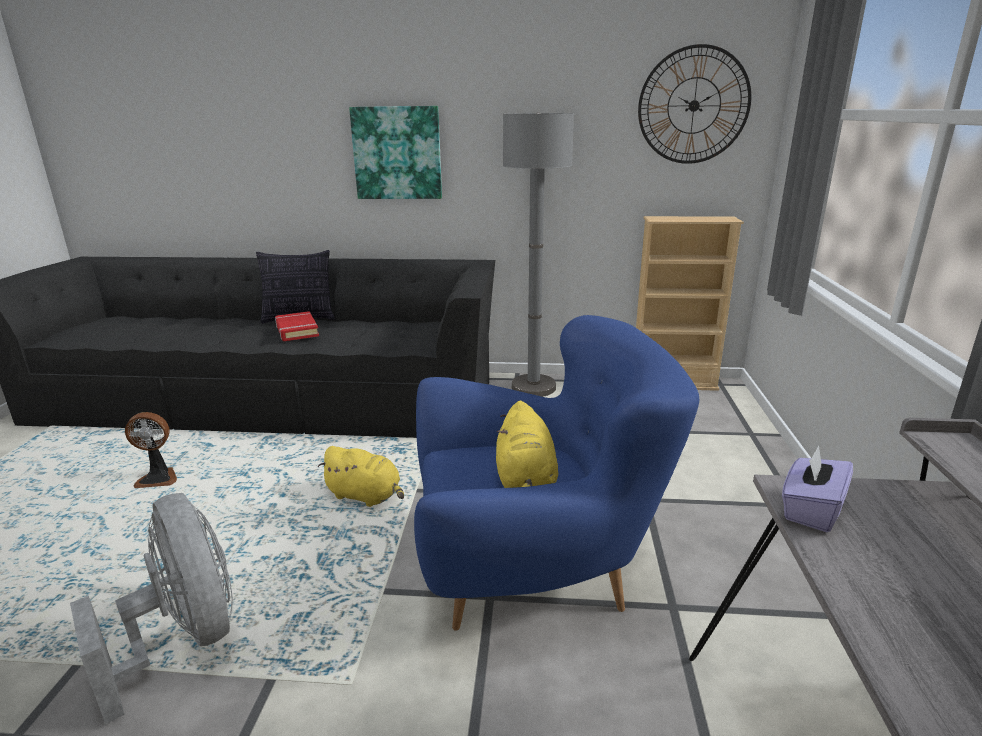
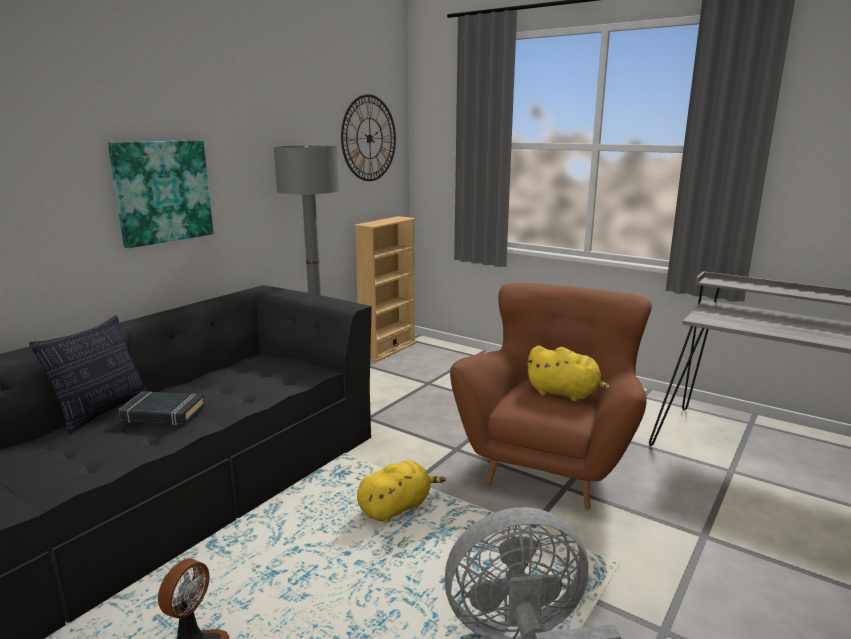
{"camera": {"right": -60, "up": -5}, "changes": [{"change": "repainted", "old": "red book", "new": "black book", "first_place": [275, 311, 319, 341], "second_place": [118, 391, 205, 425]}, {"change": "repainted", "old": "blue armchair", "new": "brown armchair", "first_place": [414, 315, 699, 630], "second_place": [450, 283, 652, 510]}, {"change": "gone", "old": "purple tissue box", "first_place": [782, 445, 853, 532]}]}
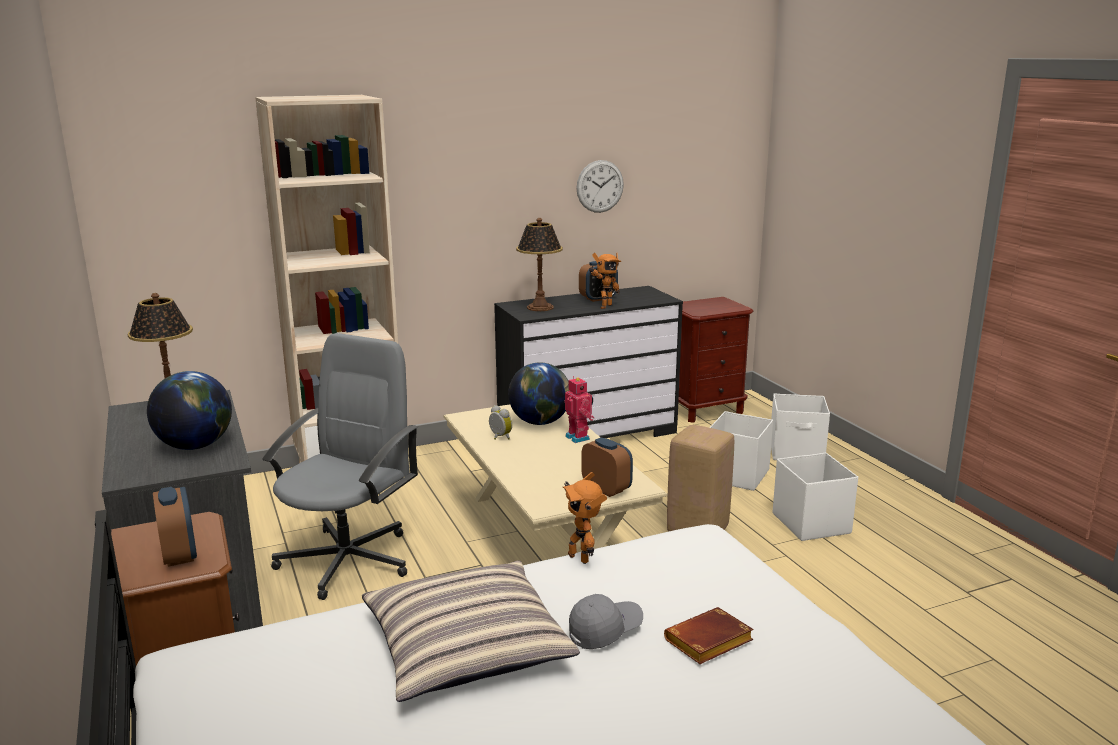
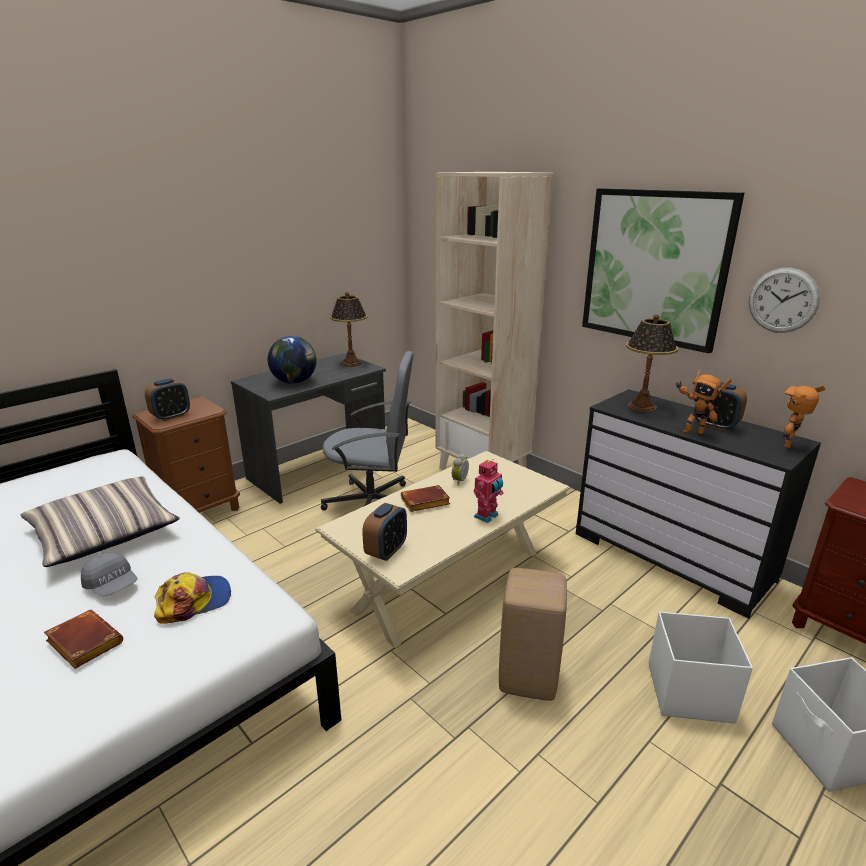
{"camera": {"right": 70, "up": 5}, "changes": [{"change": "gone", "old": "globe", "first_place": [508, 362, 569, 425]}, {"change": "shifted", "old": "toy robot", "first_place": [563, 472, 607, 564], "second_place": [782, 386, 825, 448]}, {"change": "gone", "old": "white storage box", "first_place": [773, 453, 858, 541]}, {"change": "new", "new": "cap", "second_place": [154, 572, 231, 624]}, {"change": "new", "new": "brown book", "second_place": [401, 485, 450, 512]}, {"change": "new", "new": "picture", "second_place": [582, 188, 744, 354]}]}
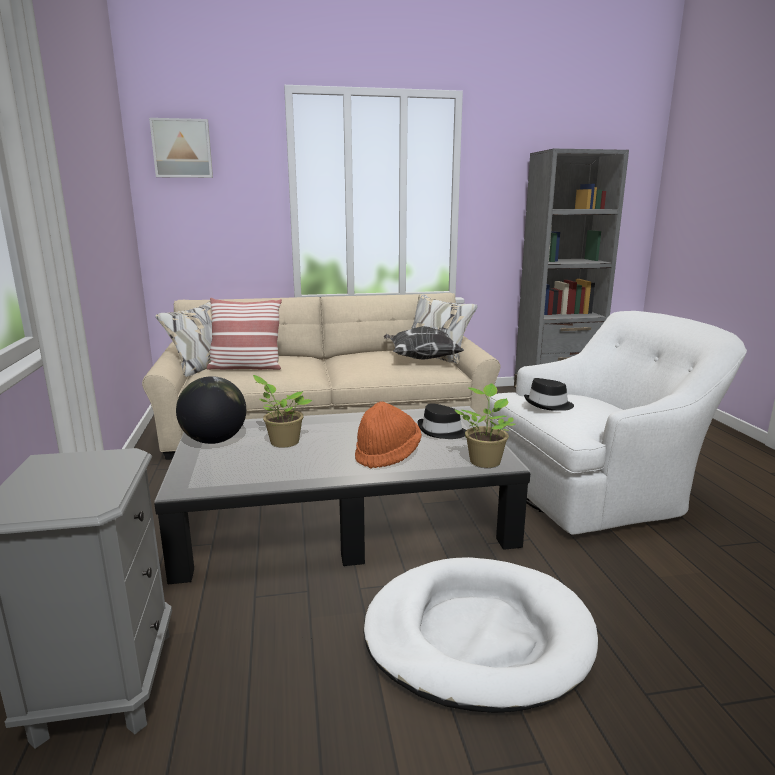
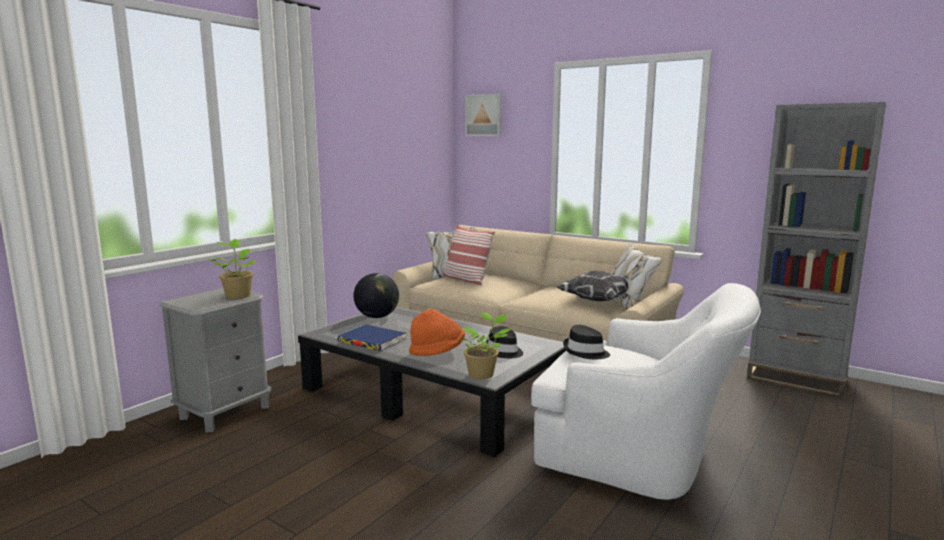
{"camera": {"right": 45, "up": -5}, "changes": [{"change": "shifted", "old": "potted plant", "first_place": [253, 375, 313, 448], "second_place": [209, 239, 256, 299]}, {"change": "gone", "old": "white dog bed", "first_place": [364, 557, 598, 713]}, {"change": "new", "new": "blue book", "second_place": [337, 324, 406, 351]}]}
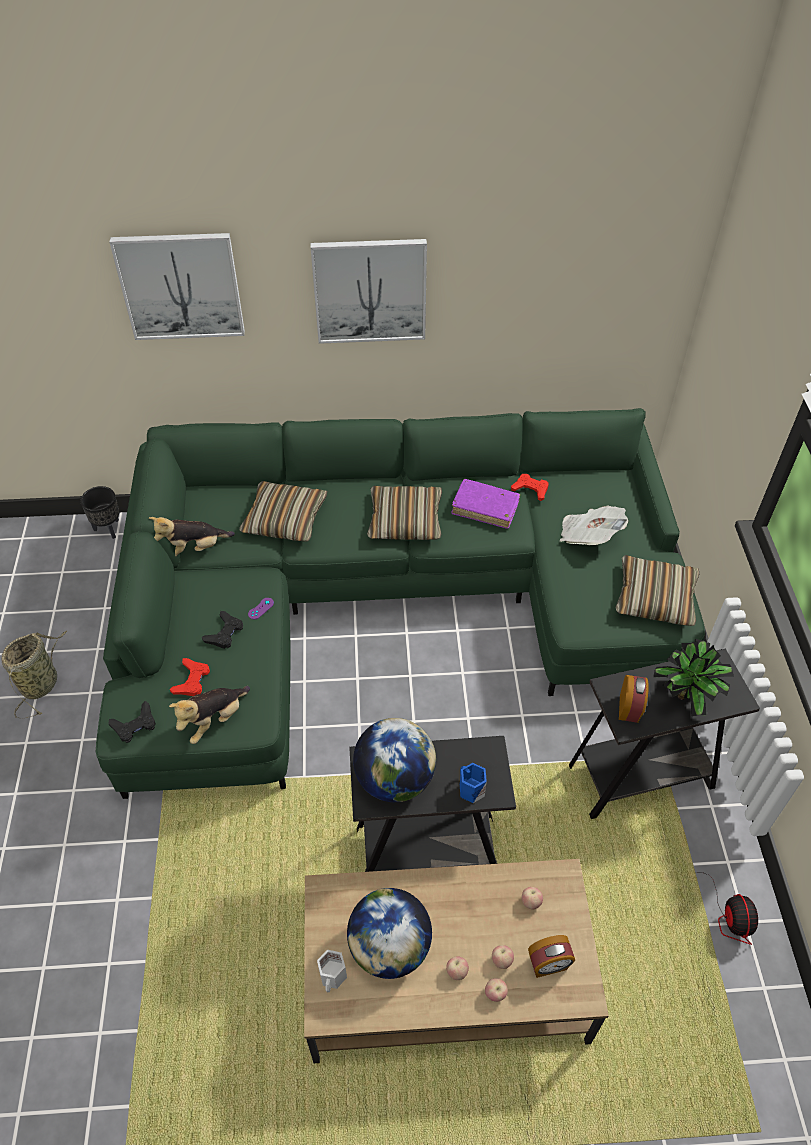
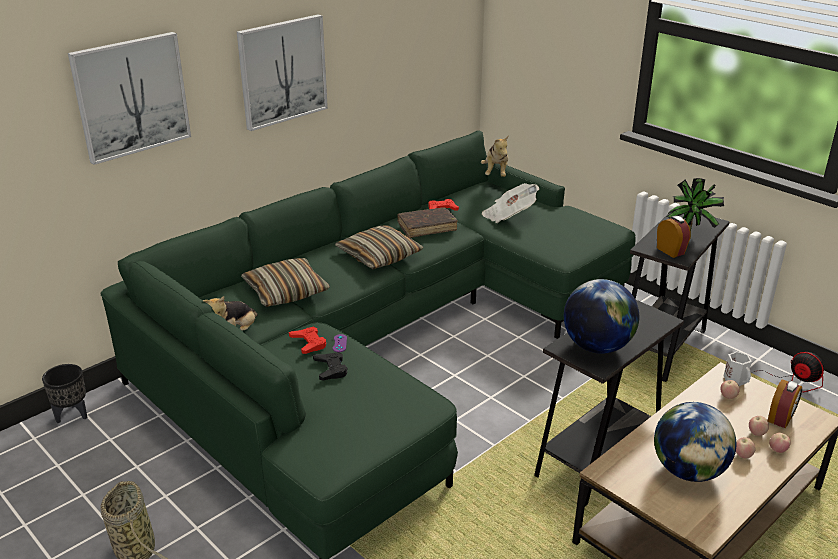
{"camera": {"right": -40, "up": -20}, "changes": [{"change": "gone", "old": "black game controller", "first_place": [109, 701, 156, 743]}, {"change": "shifted", "old": "plush toy", "first_place": [169, 686, 250, 744], "second_place": [481, 135, 509, 177]}, {"change": "shifted", "old": "red game controller", "first_place": [170, 658, 210, 696], "second_place": [289, 327, 326, 354]}, {"change": "shifted", "old": "white mug", "first_place": [317, 949, 347, 993], "second_place": [724, 351, 752, 386]}, {"change": "repainted", "old": "purple book", "new": "brown book", "first_place": [451, 479, 520, 529], "second_place": [397, 207, 458, 238]}, {"change": "gone", "old": "blue mug", "first_place": [460, 763, 487, 803]}, {"change": "gone", "old": "pillow", "first_place": [615, 555, 699, 626]}]}
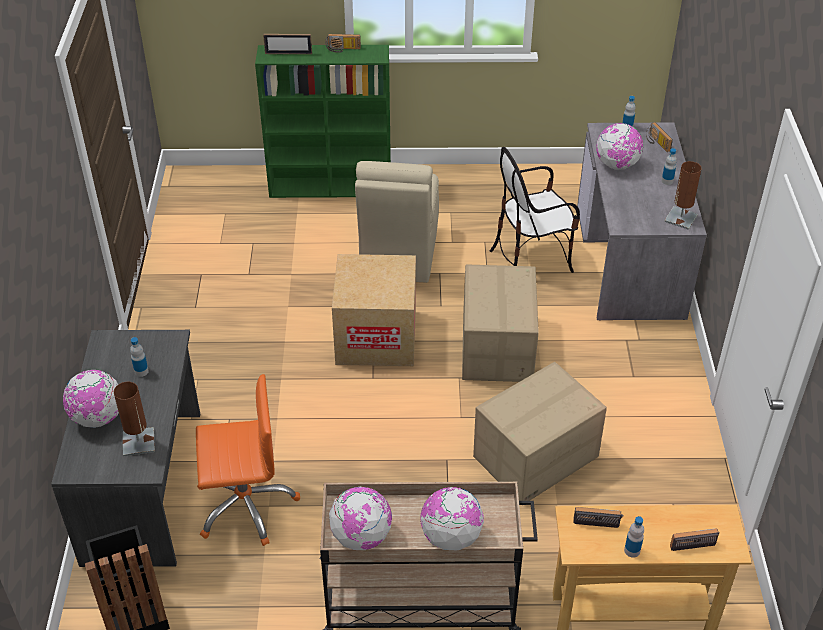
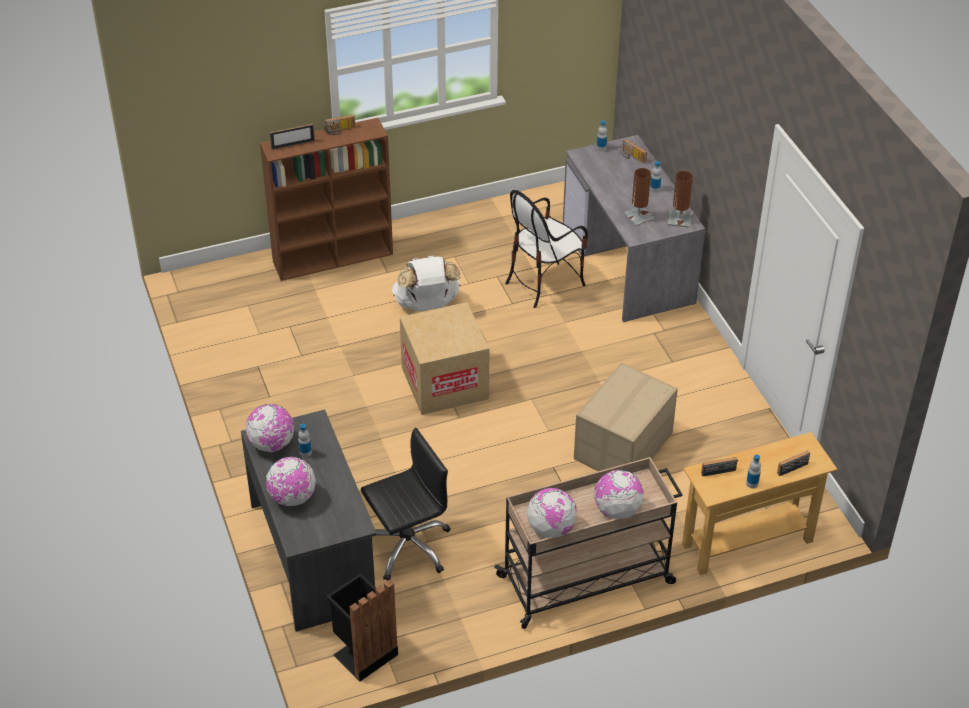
{"camera": {"right": -20, "up": 0}, "changes": [{"change": "shifted", "old": "brown table lamp", "first_place": [114, 382, 155, 456], "second_place": [624, 168, 654, 226]}, {"change": "repainted", "old": "orange office chair", "new": "black office chair", "first_place": [196, 374, 300, 546], "second_place": [361, 428, 451, 581]}, {"change": "repainted", "old": "green bookcase", "new": "brown bookcase", "first_place": [255, 45, 391, 198], "second_place": [260, 118, 393, 281]}, {"change": "swapped", "old": "beige chair", "new": "white backpack", "first_place": [355, 161, 439, 283], "second_place": [392, 255, 461, 312]}, {"change": "gone", "old": "cardboard box", "first_place": [462, 264, 539, 382]}, {"change": "shifted", "old": "globe", "first_place": [596, 123, 643, 170], "second_place": [246, 404, 294, 452]}]}
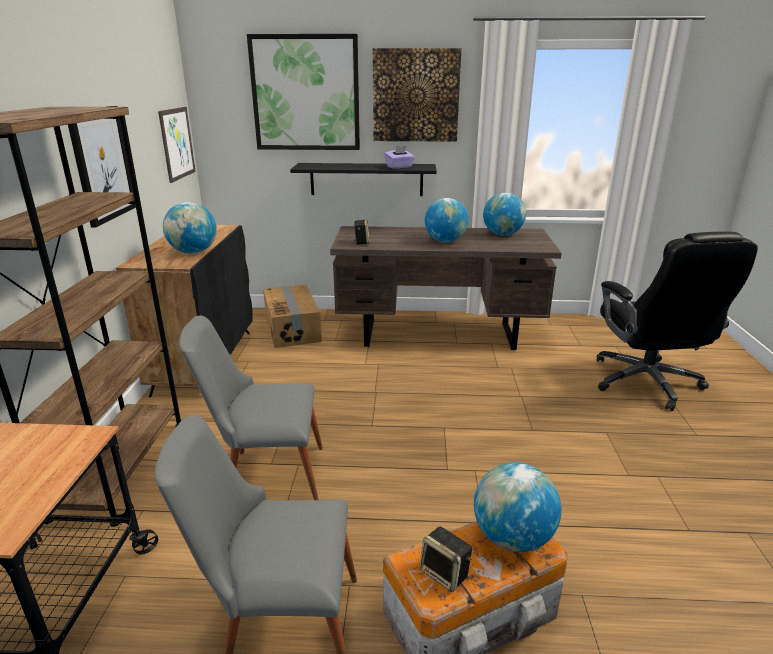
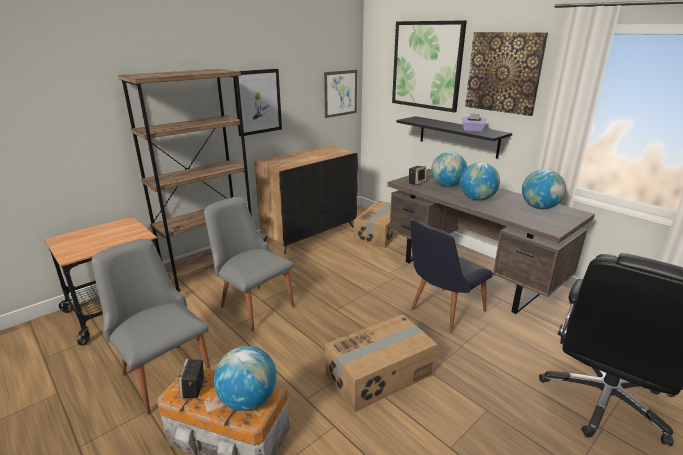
{"camera": {"right": 45, "up": 0}, "changes": [{"change": "shifted", "old": "globe", "first_place": [163, 202, 217, 254], "second_place": [431, 152, 467, 187]}, {"change": "new", "new": "cardboard box", "second_place": [325, 315, 437, 412]}, {"change": "new", "new": "black chair", "second_place": [410, 220, 493, 333]}]}
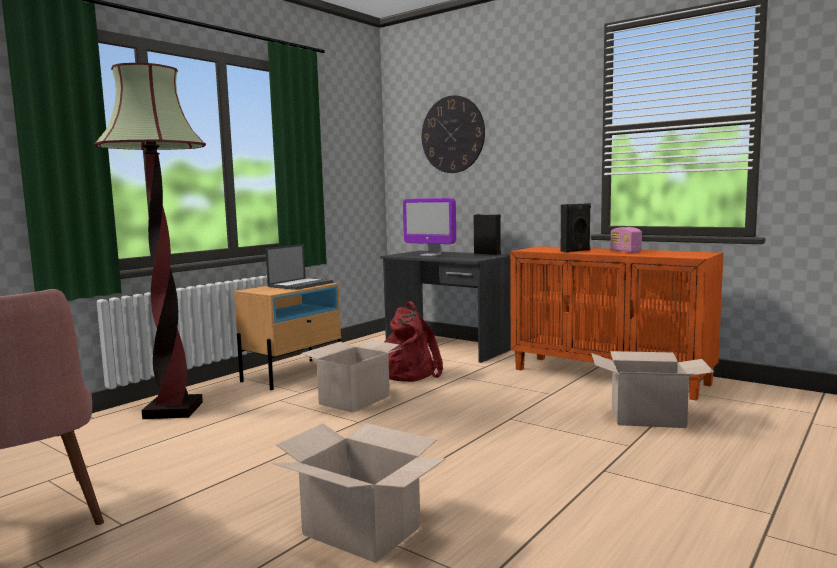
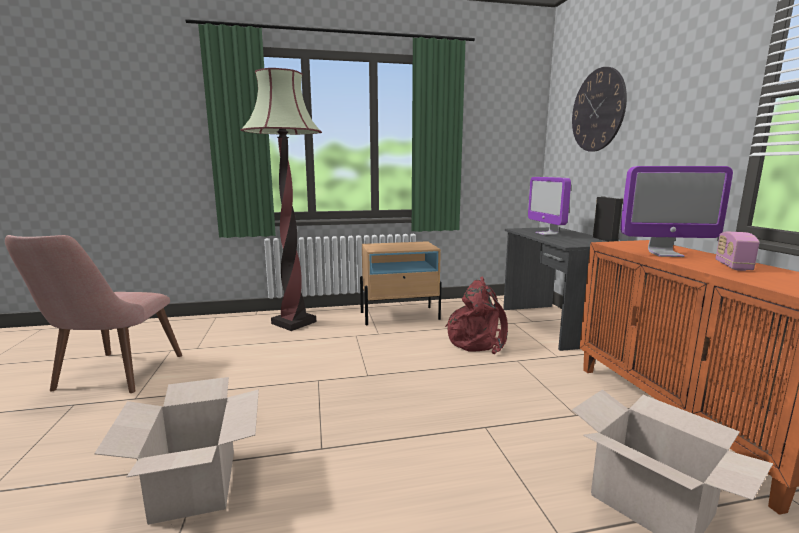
{"camera": {"right": 40, "up": 5}, "changes": [{"change": "gone", "old": "laptop", "first_place": [265, 244, 334, 290]}, {"change": "gone", "old": "cardboard box", "first_place": [301, 340, 402, 413]}, {"change": "swapped", "old": "black speaker", "new": "monitor", "first_place": [561, 203, 591, 253], "second_place": [620, 166, 733, 257]}]}
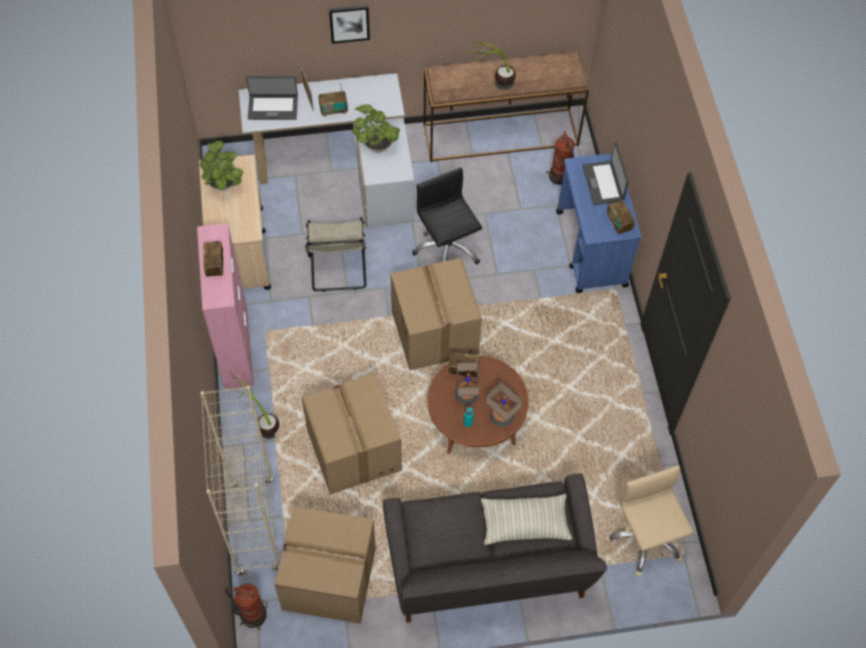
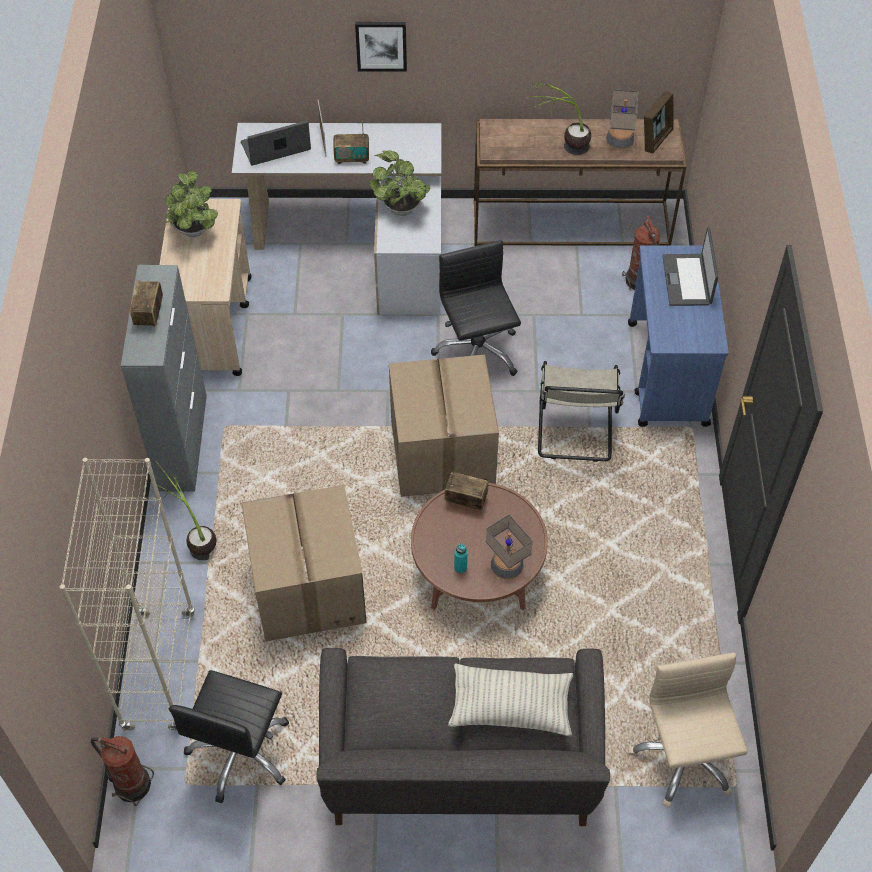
{"camera": {"right": 10, "up": -5}, "changes": [{"change": "repainted", "old": "pink cabinet", "new": "grey cabinet", "first_place": [197, 223, 254, 389], "second_place": [121, 265, 207, 491]}, {"change": "rotated", "old": "laptop", "first_place": [246, 76, 298, 120], "second_place": [241, 121, 311, 166], "degrees": 150}, {"change": "swapped", "old": "cardboard box", "new": "black office chair", "first_place": [274, 506, 376, 624], "second_place": [168, 670, 289, 803]}, {"change": "shifted", "old": "beige chair", "first_place": [305, 217, 366, 292], "second_place": [538, 361, 625, 462]}, {"change": "shifted", "old": "table lamp", "first_place": [455, 362, 480, 405], "second_place": [606, 89, 638, 150]}, {"change": "gone", "old": "radio", "first_place": [607, 200, 635, 235]}, {"change": "new", "new": "picture frame", "second_place": [644, 91, 674, 154]}]}
